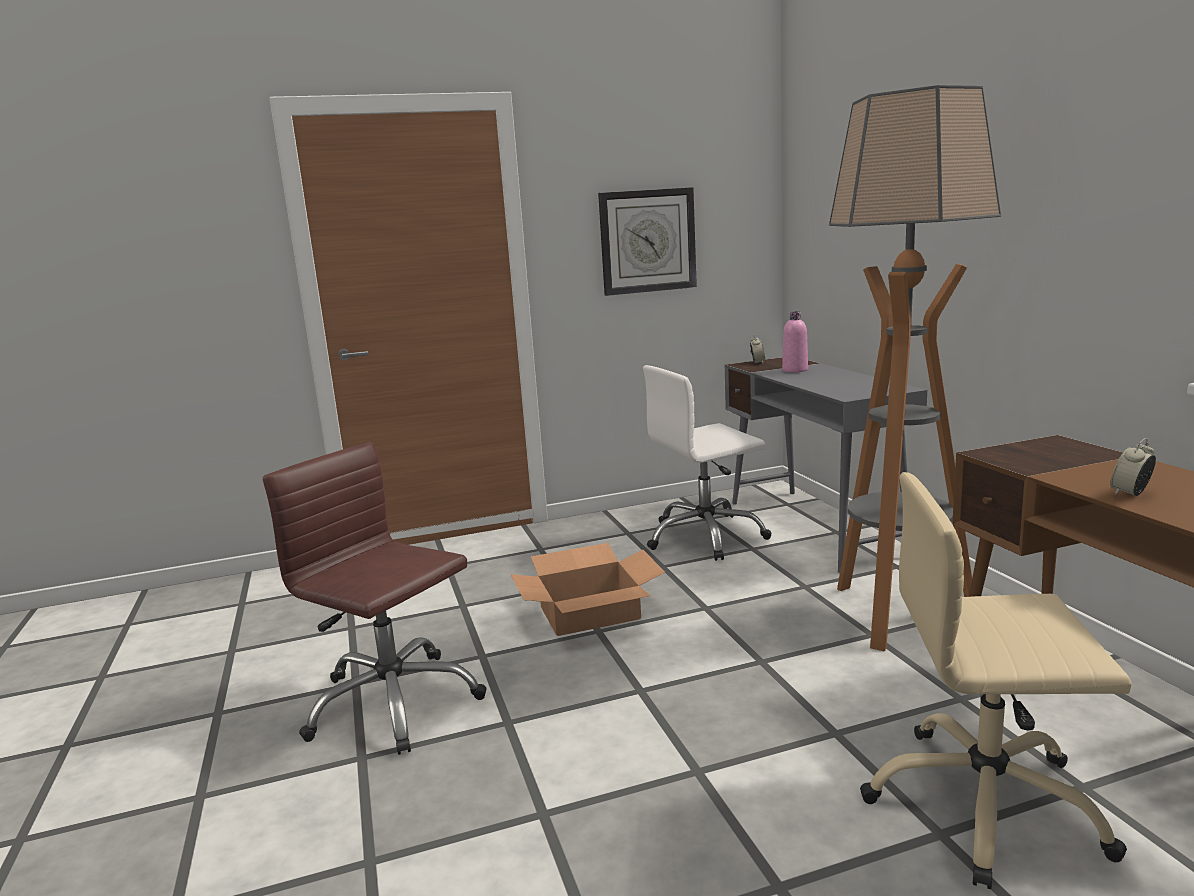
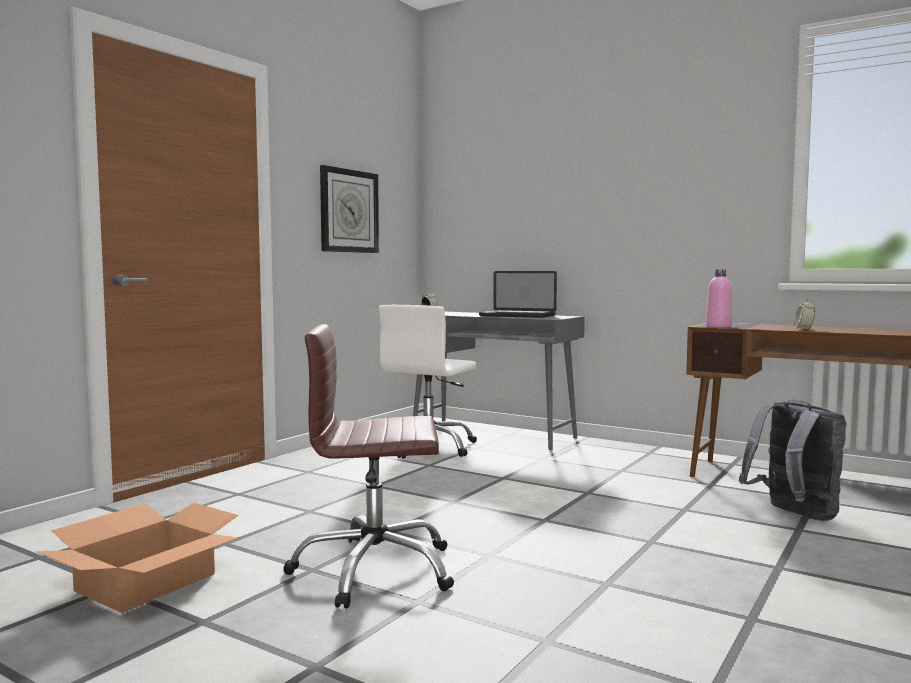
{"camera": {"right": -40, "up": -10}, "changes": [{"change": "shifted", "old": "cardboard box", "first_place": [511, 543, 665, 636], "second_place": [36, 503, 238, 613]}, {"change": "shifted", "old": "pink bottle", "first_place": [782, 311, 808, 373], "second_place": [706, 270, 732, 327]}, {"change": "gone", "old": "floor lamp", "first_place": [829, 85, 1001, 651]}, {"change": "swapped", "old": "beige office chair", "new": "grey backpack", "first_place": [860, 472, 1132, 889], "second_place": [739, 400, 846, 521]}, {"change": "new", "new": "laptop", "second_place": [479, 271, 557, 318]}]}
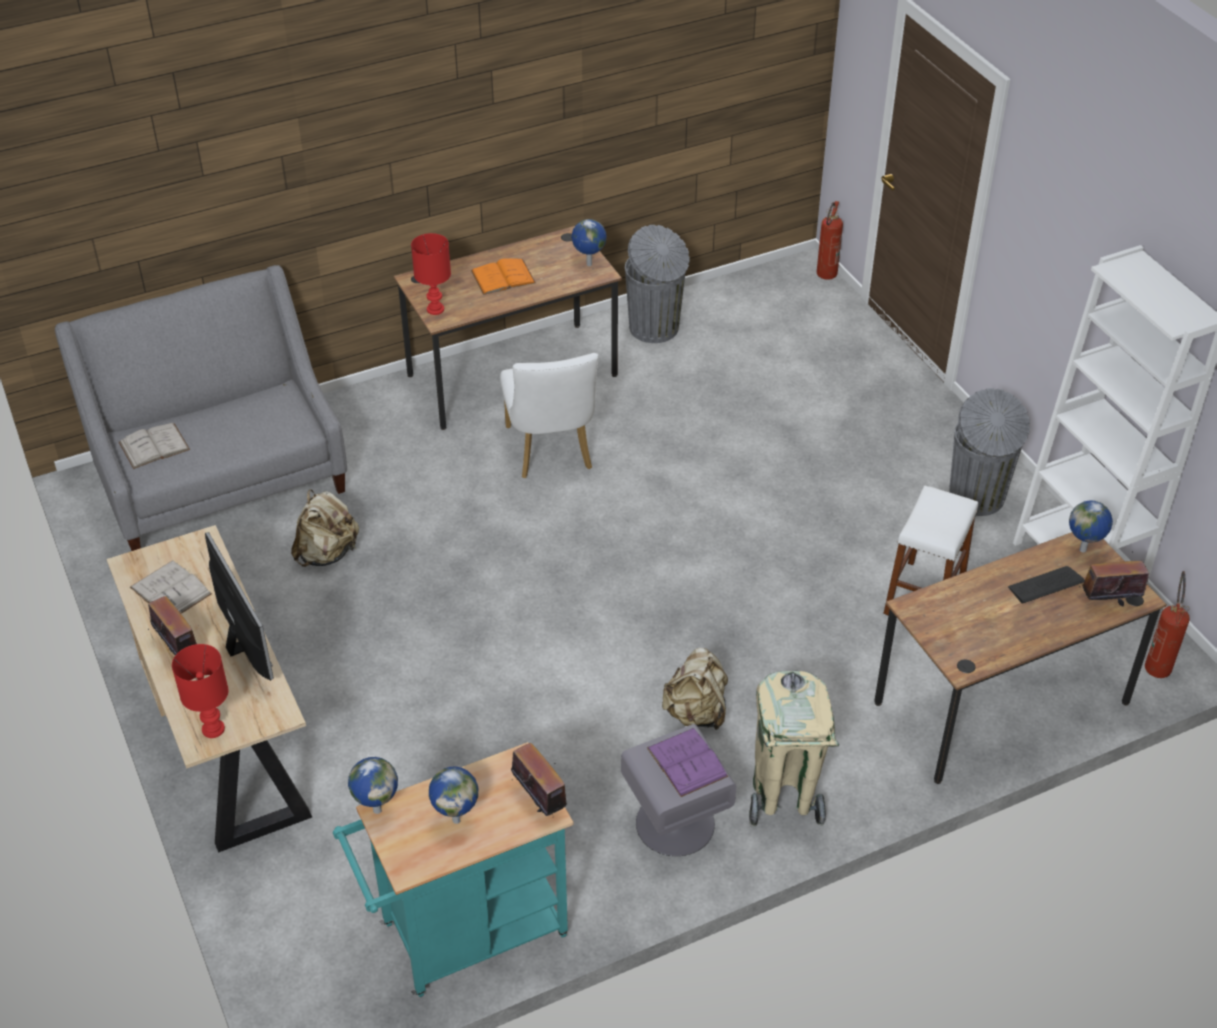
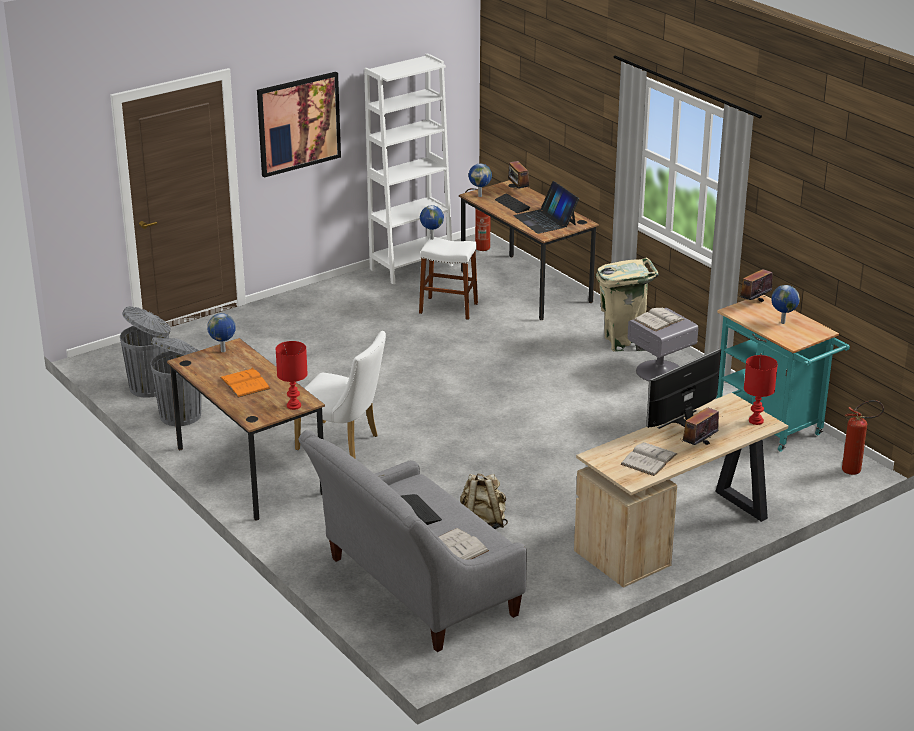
{"camera": {"right": -100, "up": -15}, "changes": [{"change": "shifted", "old": "globe", "first_place": [348, 757, 398, 814], "second_place": [420, 205, 444, 240]}, {"change": "rotated", "old": "white chair", "first_place": [500, 353, 599, 478], "second_place": [294, 331, 386, 459], "degrees": 45}, {"change": "repainted", "old": "purple book", "new": "white book", "first_place": [647, 728, 728, 797], "second_place": [634, 308, 685, 332]}, {"change": "gone", "old": "beige backpack", "first_place": [662, 648, 728, 730]}, {"change": "shifted", "old": "fire extinguisher", "first_place": [817, 201, 843, 280], "second_place": [842, 400, 884, 475]}, {"change": "shifted", "old": "grey trash can", "first_place": [949, 388, 1030, 516], "second_place": [120, 306, 171, 398]}, {"change": "new", "new": "picture", "second_place": [257, 72, 341, 178]}, {"change": "new", "new": "keyboard", "second_place": [401, 494, 442, 525]}, {"change": "new", "new": "laptop", "second_place": [513, 181, 579, 234]}]}
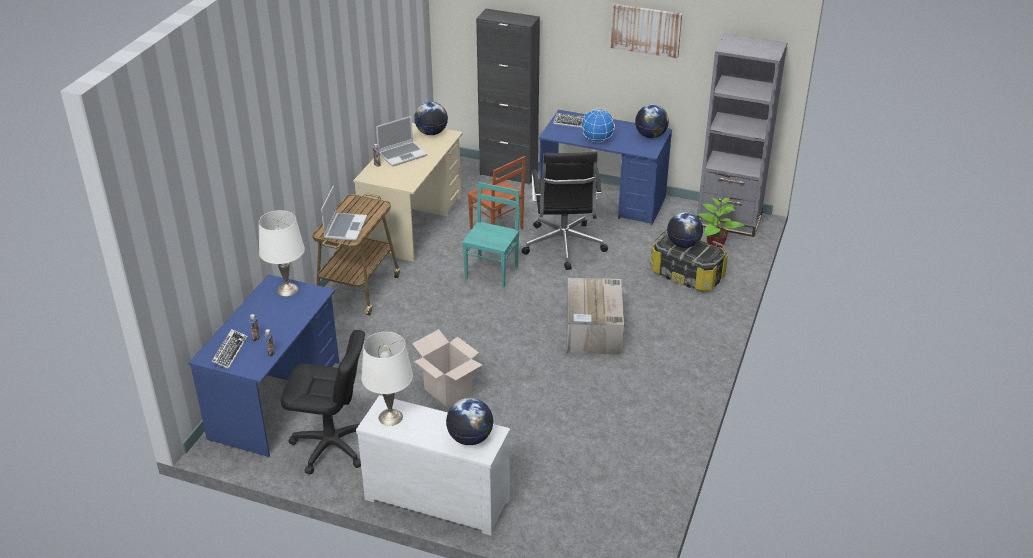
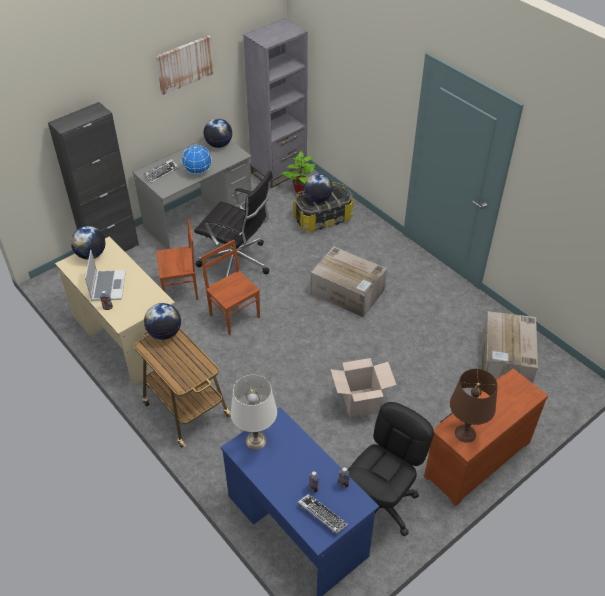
{"camera": {"right": -60, "up": 10}, "changes": [{"change": "gone", "old": "laptop", "first_place": [321, 186, 367, 241]}, {"change": "repainted", "old": "white dresser", "new": "brown dresser", "first_place": [356, 395, 510, 535], "second_place": [424, 368, 548, 506]}, {"change": "repainted", "old": "white table lamp", "new": "brown table lamp", "first_place": [361, 332, 413, 426], "second_place": [450, 369, 498, 443]}, {"change": "shifted", "old": "globe", "first_place": [446, 398, 494, 445], "second_place": [144, 303, 181, 340]}, {"change": "repainted", "old": "turquoise chair", "new": "brown chair", "first_place": [462, 182, 520, 287], "second_place": [201, 240, 260, 335]}, {"change": "repainted", "old": "blue desk", "new": "grey desk", "first_place": [539, 110, 672, 225], "second_place": [132, 139, 252, 249]}, {"change": "new", "new": "cardboard box", "second_place": [482, 311, 538, 383]}]}
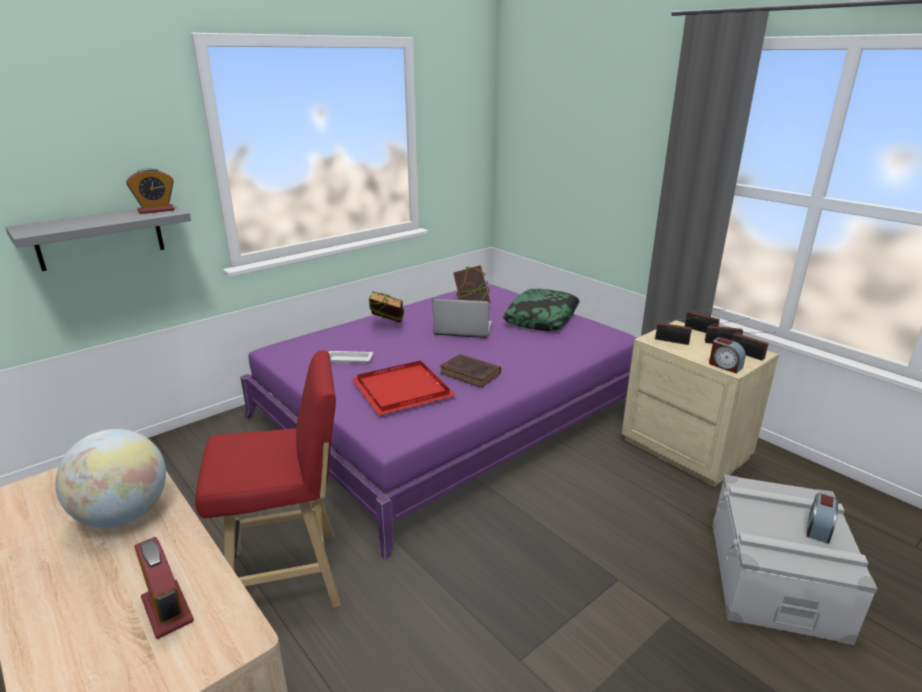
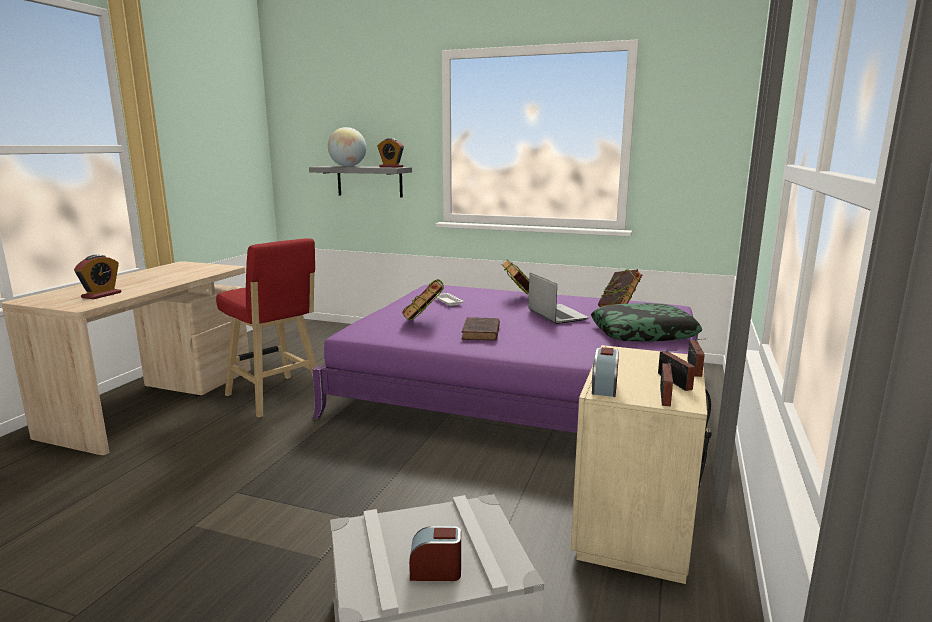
{"camera": {"right": 60, "up": -10}, "changes": [{"change": "shifted", "old": "globe", "first_place": [55, 429, 166, 528], "second_place": [328, 127, 366, 167]}, {"change": "swapped", "old": "red tray", "new": "book", "first_place": [352, 361, 456, 415], "second_place": [402, 279, 444, 320]}, {"change": "gone", "old": "radio", "first_place": [655, 317, 698, 345]}]}
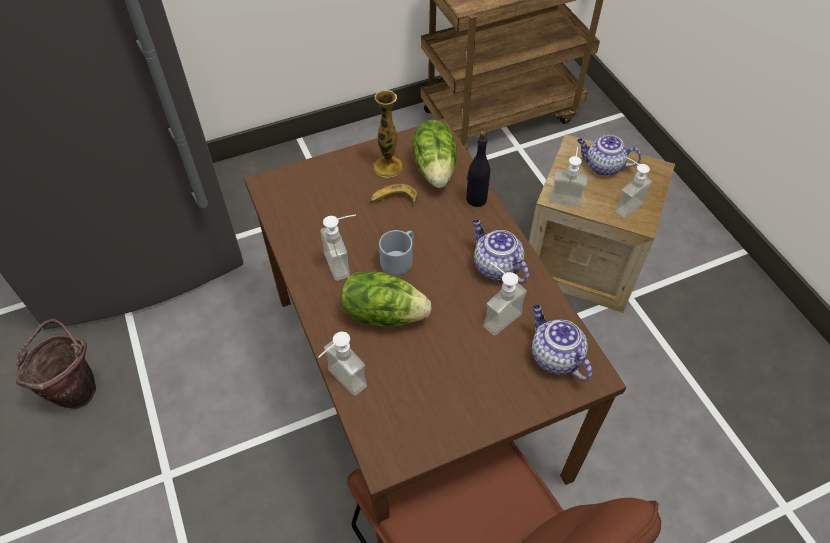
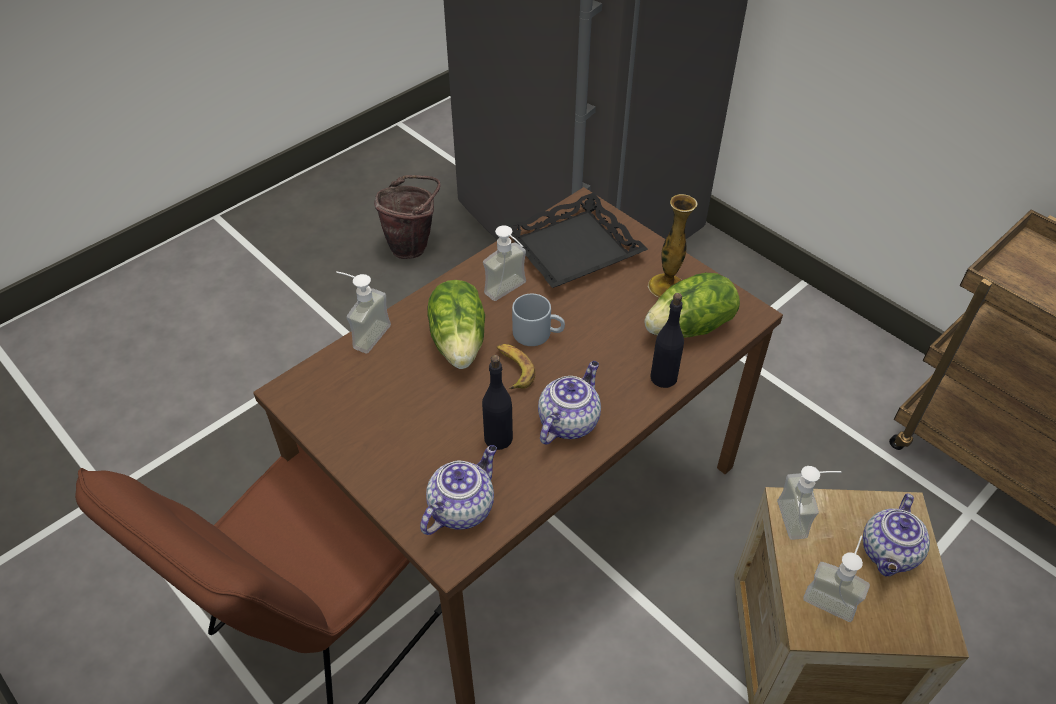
{"camera": {"right": 70, "up": -5}, "changes": [{"change": "shifted", "old": "banana", "first_place": [370, 184, 418, 205], "second_place": [497, 344, 535, 389]}, {"change": "swapped", "old": "soap dispenser", "new": "black bottle", "first_place": [484, 262, 527, 336], "second_place": [482, 355, 513, 450]}, {"change": "rotated", "old": "teapot", "first_place": [577, 135, 641, 176], "second_place": [863, 494, 930, 576], "degrees": -150}, {"change": "new", "new": "black tray", "second_place": [505, 193, 648, 288]}]}
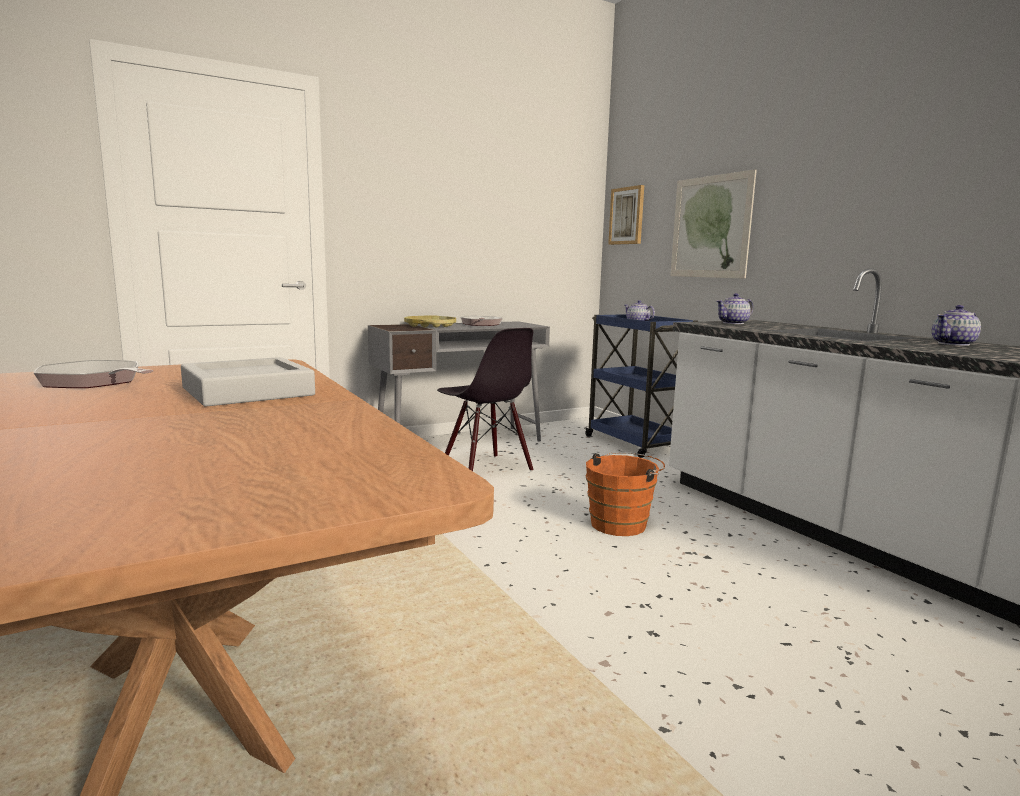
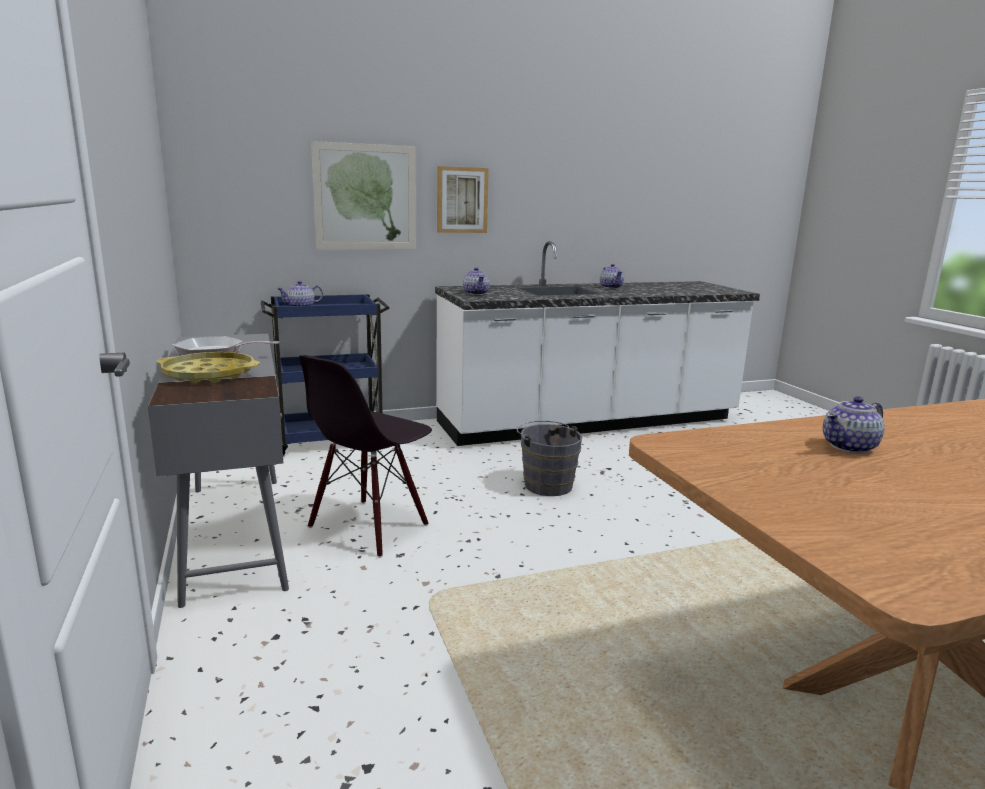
{"camera": {"right": -80, "up": 5}, "changes": [{"change": "gone", "old": "frying pan", "first_place": [34, 360, 154, 388]}, {"change": "swapped", "old": "grey tray", "new": "teapot", "first_place": [181, 357, 315, 407], "second_place": [823, 396, 885, 454]}, {"change": "rotated", "old": "black chair", "first_place": [437, 328, 534, 471], "second_place": [299, 355, 432, 558], "degrees": 150}, {"change": "repainted", "old": "orange bucket", "new": "grey bucket", "first_place": [586, 452, 665, 536], "second_place": [517, 421, 583, 496]}, {"change": "shifted", "old": "picture", "first_place": [608, 185, 644, 245], "second_place": [437, 166, 489, 233]}]}
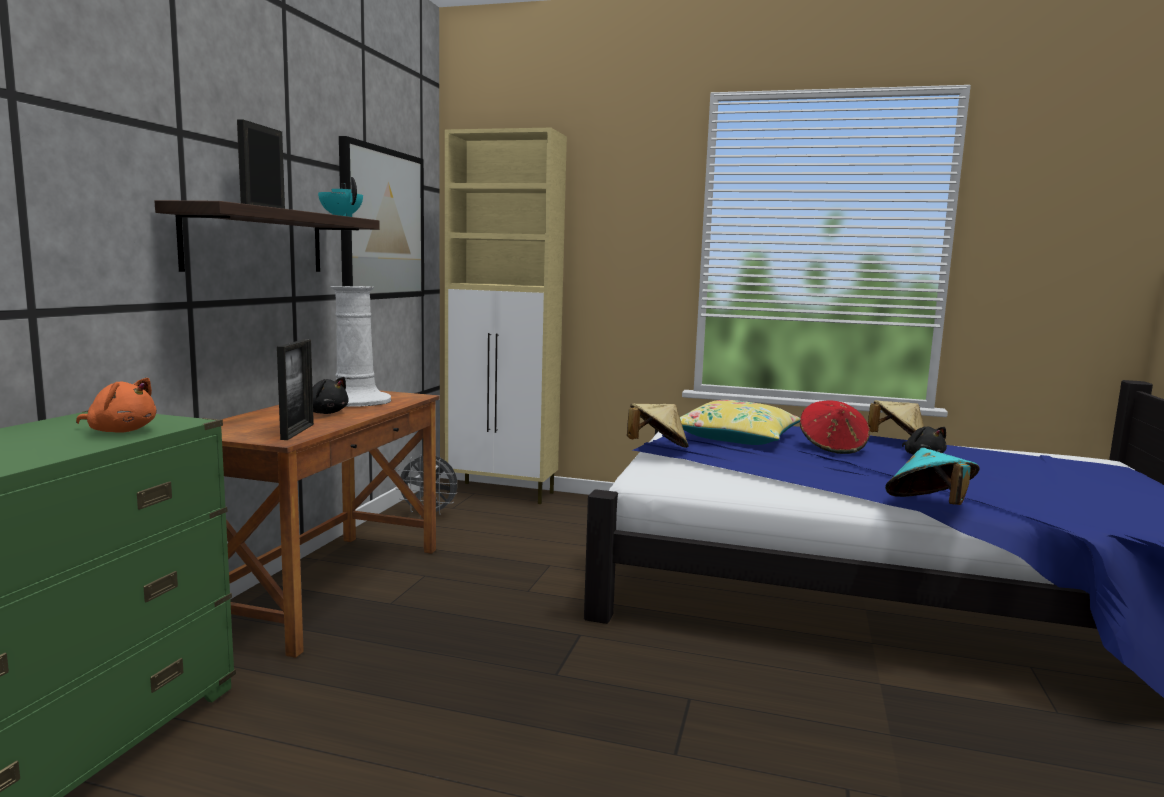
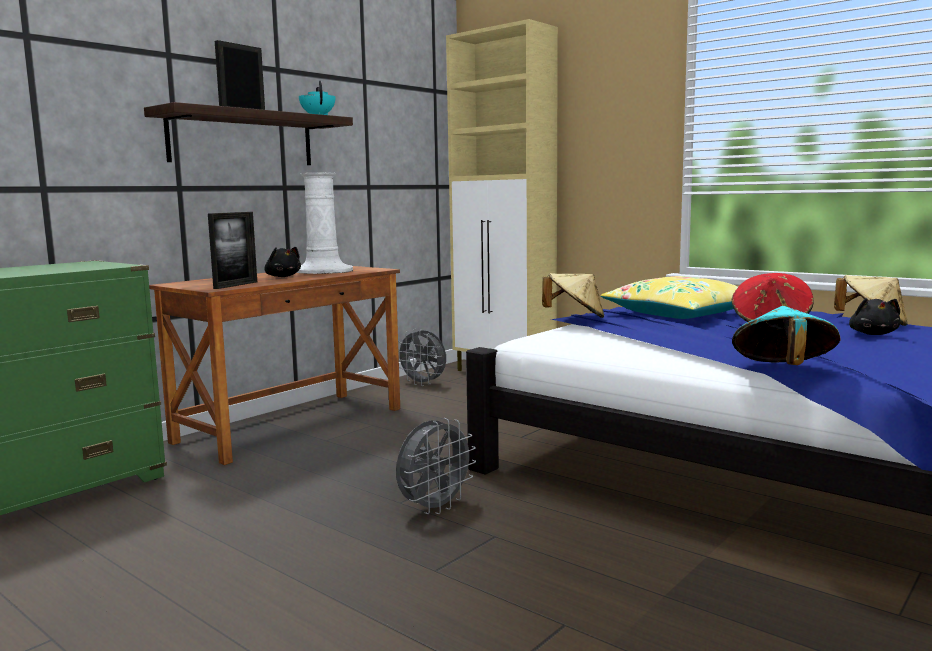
{"camera": {"right": 25, "up": 0}, "changes": [{"change": "gone", "old": "orange plush toy", "first_place": [76, 378, 157, 433]}, {"change": "gone", "old": "picture", "first_place": [339, 136, 424, 300]}, {"change": "new", "new": "grey fan", "second_place": [396, 418, 476, 514]}]}
